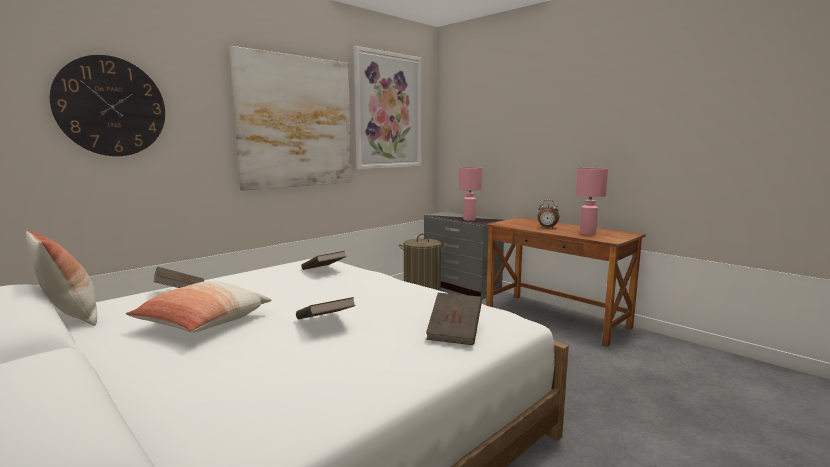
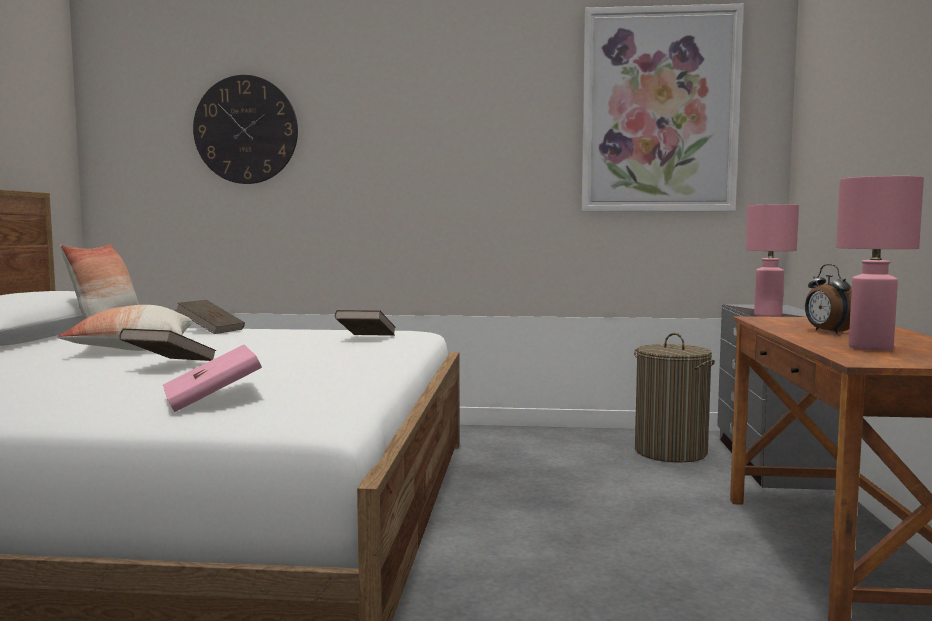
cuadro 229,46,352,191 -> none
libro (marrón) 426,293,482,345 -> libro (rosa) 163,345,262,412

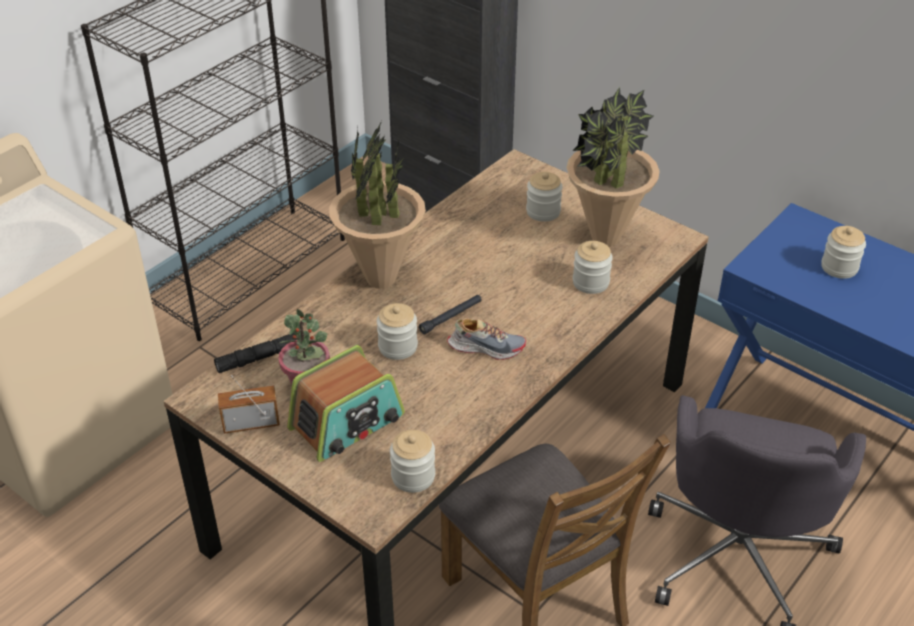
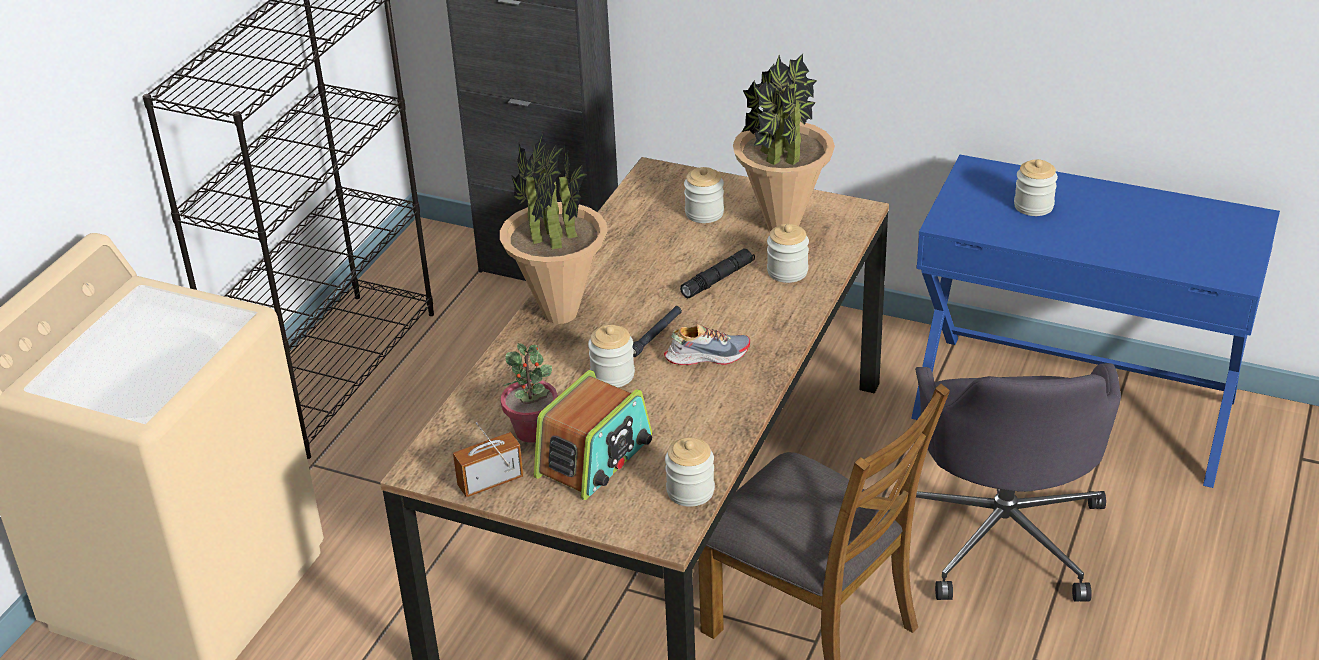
linterna (negro) 214,333,297,373 -> linterna (negro) 680,248,755,298, move

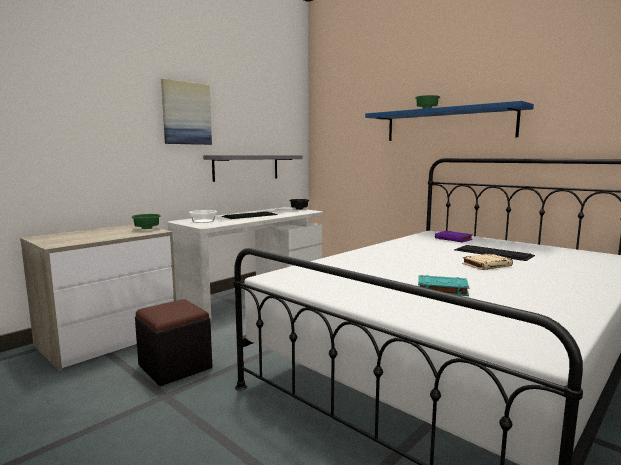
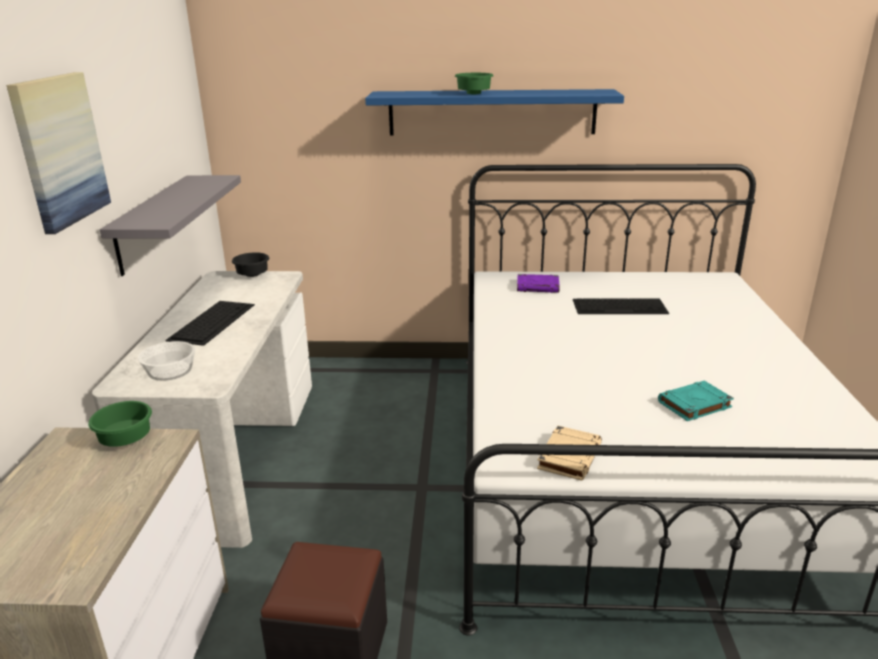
libro (beis) 462,254,513,270 -> libro (beis) 537,425,602,481, move

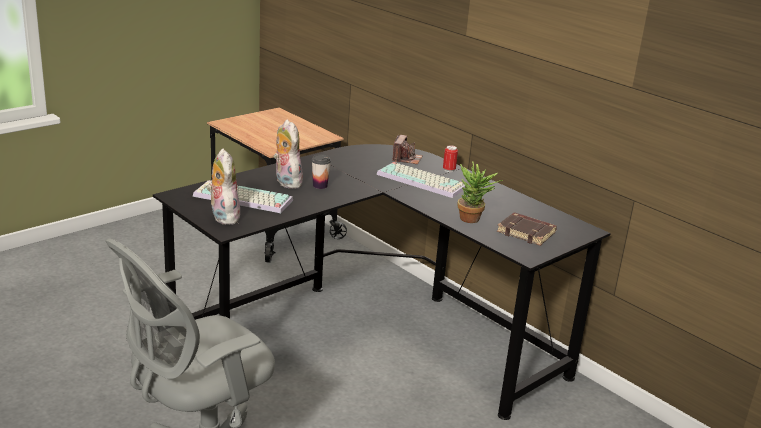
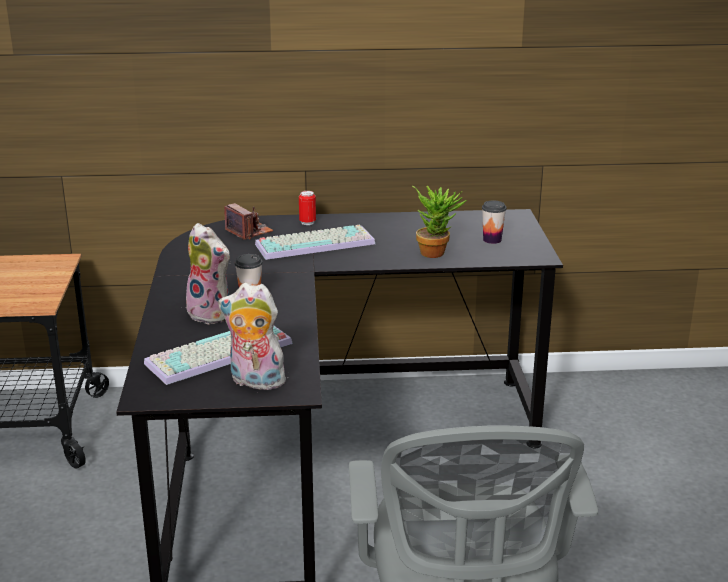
peluche 273,120,303,189 -> peluche 186,223,230,324, 150 degrees counterclockwise
libro (marrón) 497,212,557,246 -> taza 482,200,506,244

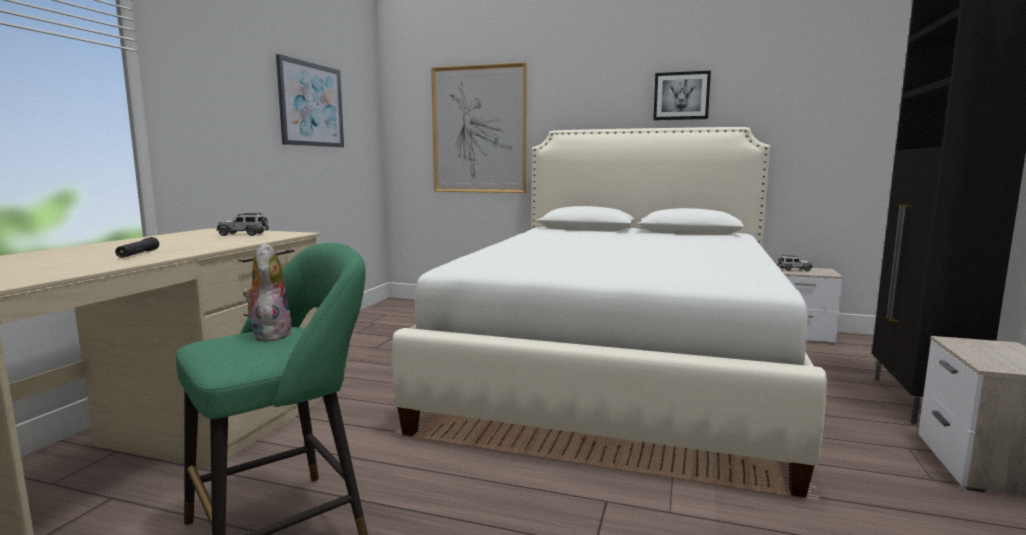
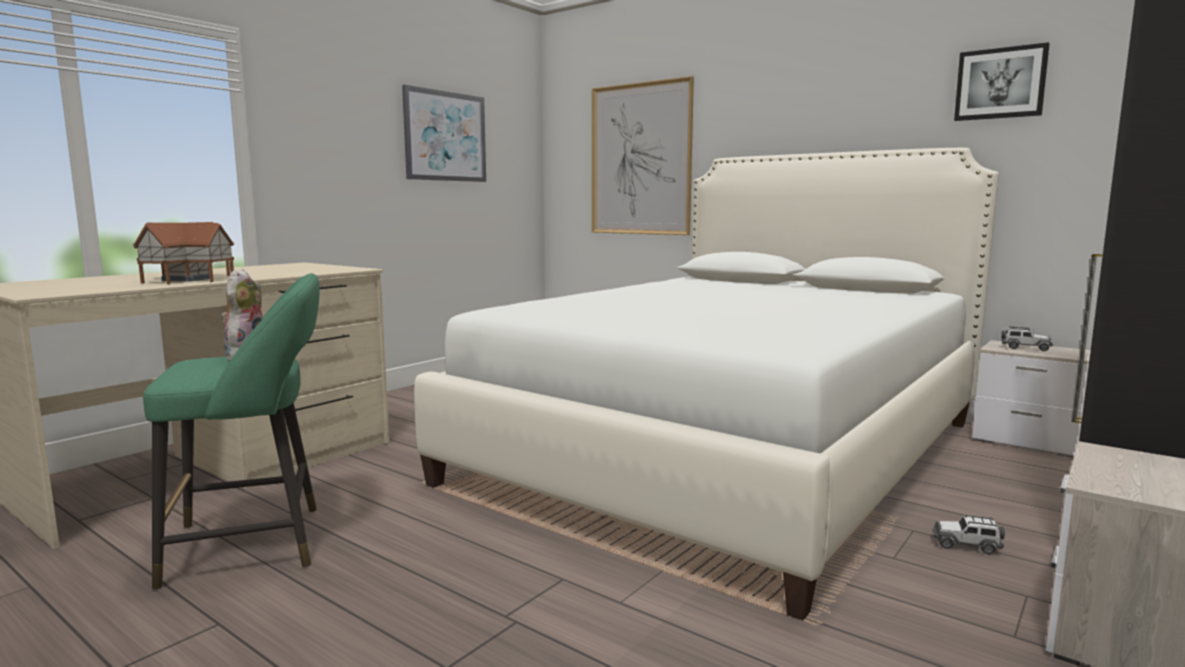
linterna (negro) 115,237,159,258 -> casita 133,222,234,284
coche de juguete 217,213,269,236 -> coche de juguete 932,515,1005,554, move
cuadro 653,71,711,120 -> cuadro 954,42,1050,121, move

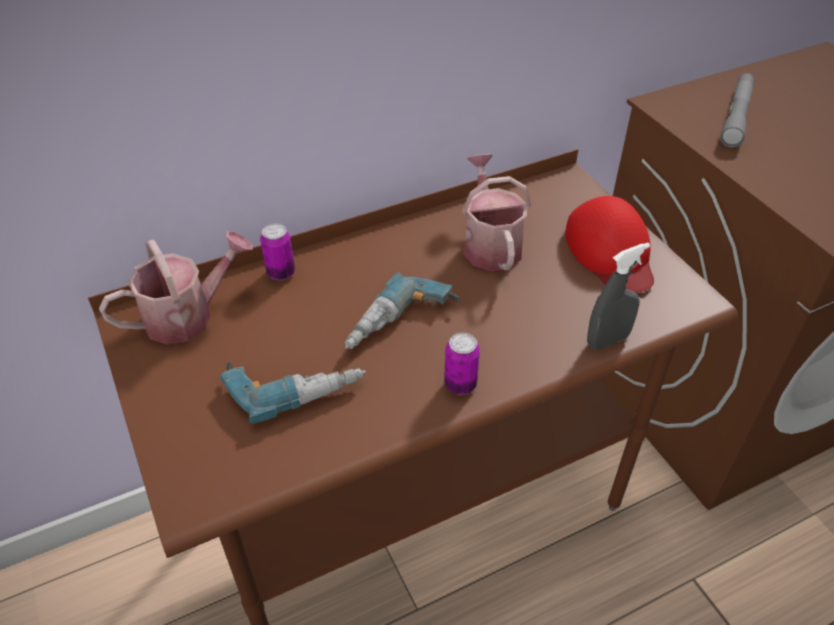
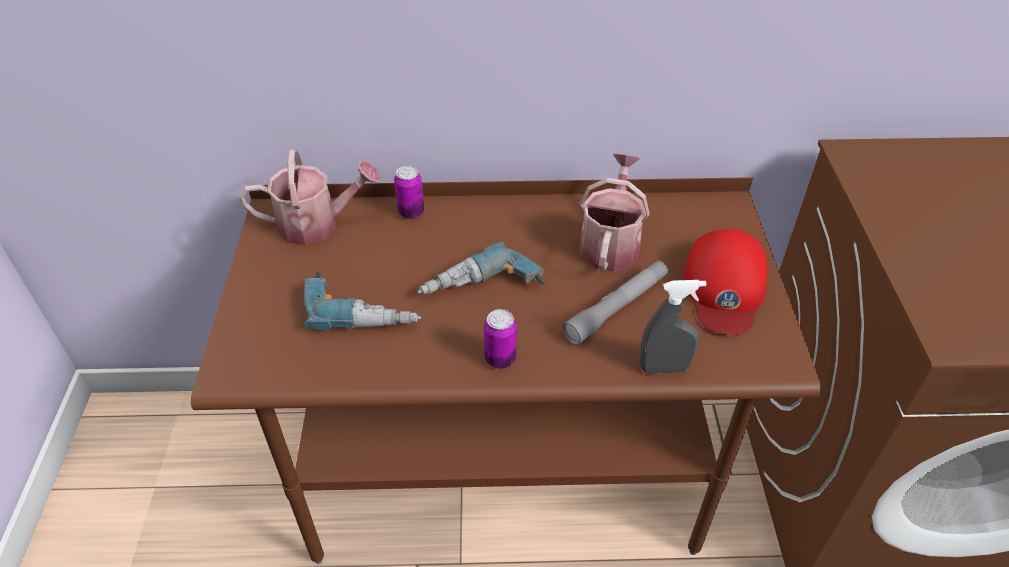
linterna (gris) 720,73,755,148 -> linterna (gris) 562,260,668,345, move

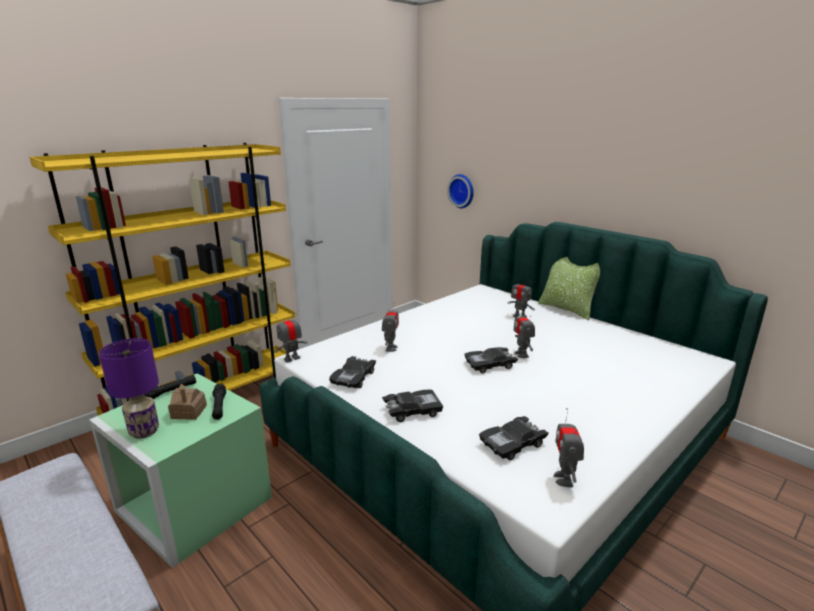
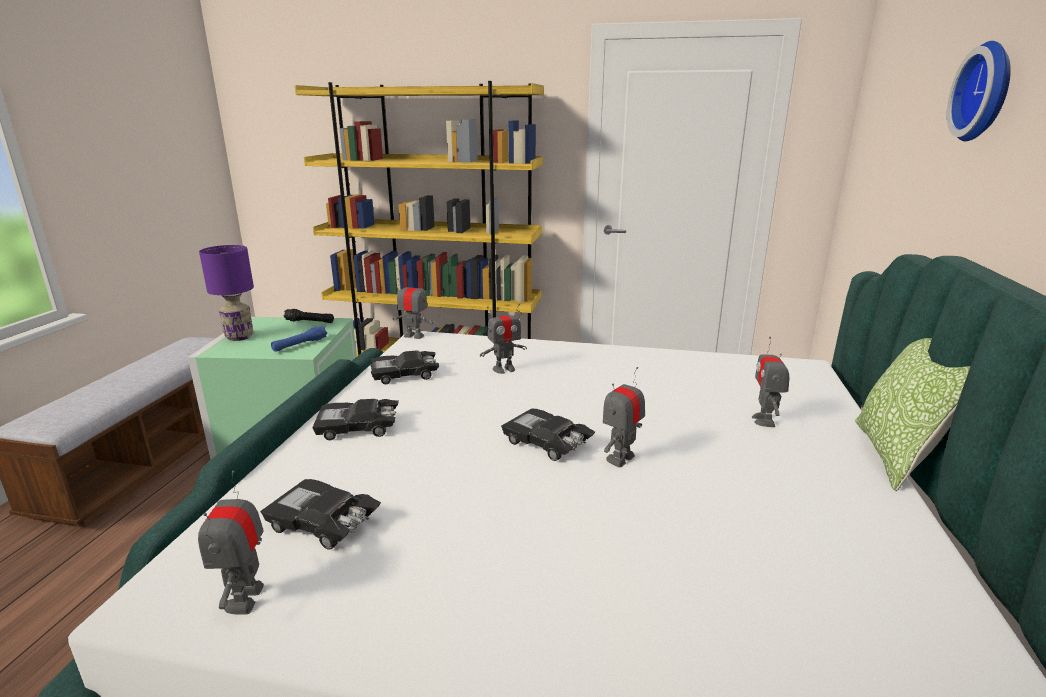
casita 168,384,207,420 -> none
linterna (negro) 212,383,226,420 -> linterna (azul) 271,326,327,352
coche de juguete (negro) 382,389,443,422 -> coche de juguete (negro) 312,399,399,440, 135 degrees clockwise
reloj de pared 447,174,474,208 -> reloj de pared 947,41,1011,141, move
robot de juguete 554,408,584,487 -> robot de juguete 198,471,264,615, 60 degrees counterclockwise

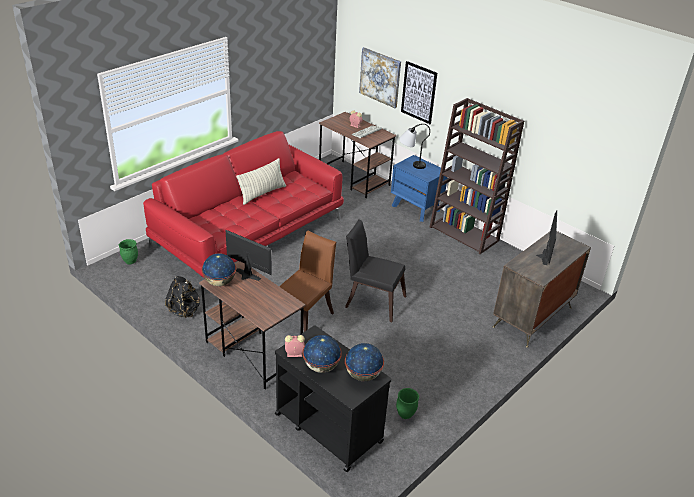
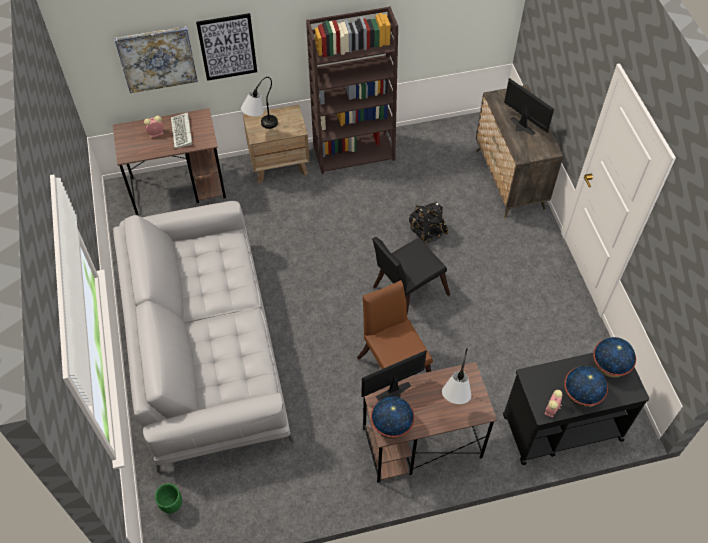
sofá (rojo) 143,131,344,293 -> sofá (gris) 113,201,294,473
mochila (negro) 165,276,200,318 -> mochila (negro) 409,202,448,244, move
cojín 236,158,286,205 -> none
mesita de noche (azul) 391,155,448,222 -> mesita de noche (marrón) 243,105,310,184
maceta (verde) 396,388,419,419 -> none
none -> lámpara de mesa 442,348,472,404

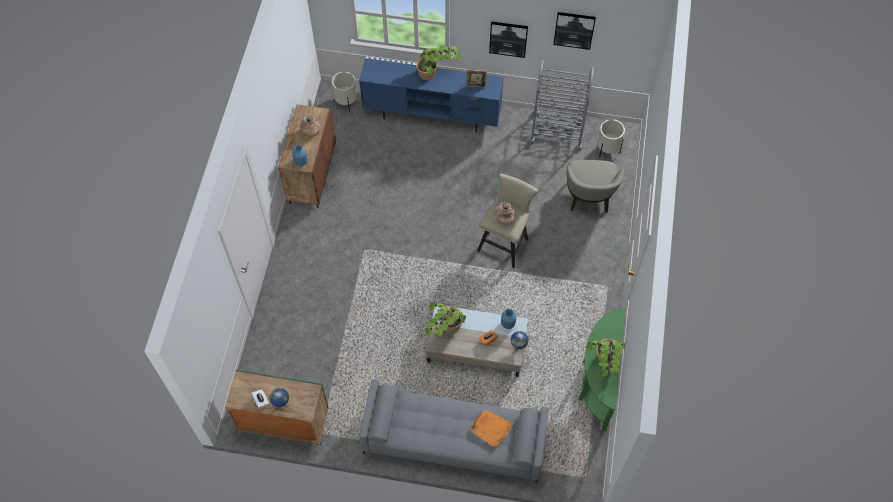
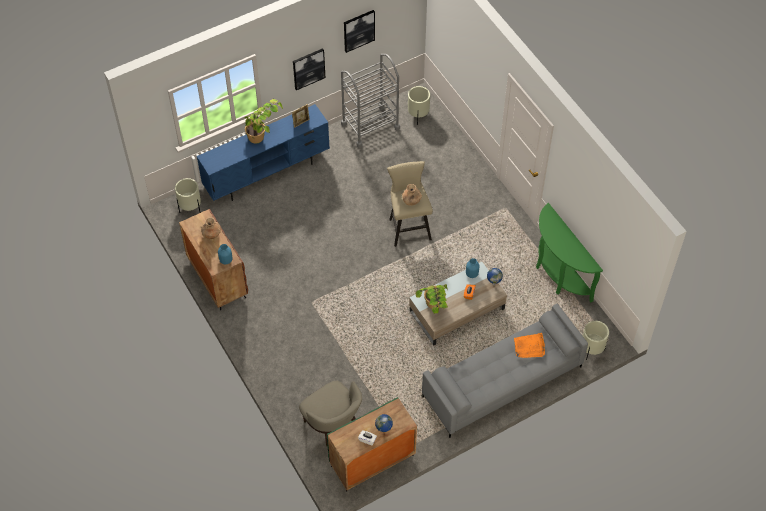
sillón (beis) 567,160,624,213 -> sillón (beis) 299,381,362,446, move
planta en maceta 586,339,625,377 -> none
none -> maceta (beis) 583,321,609,360

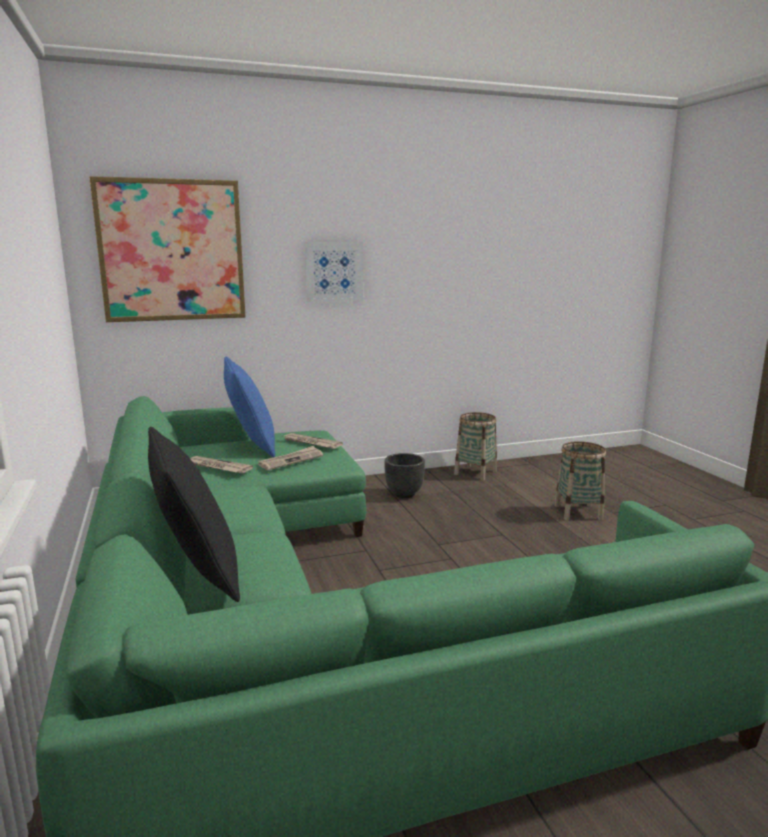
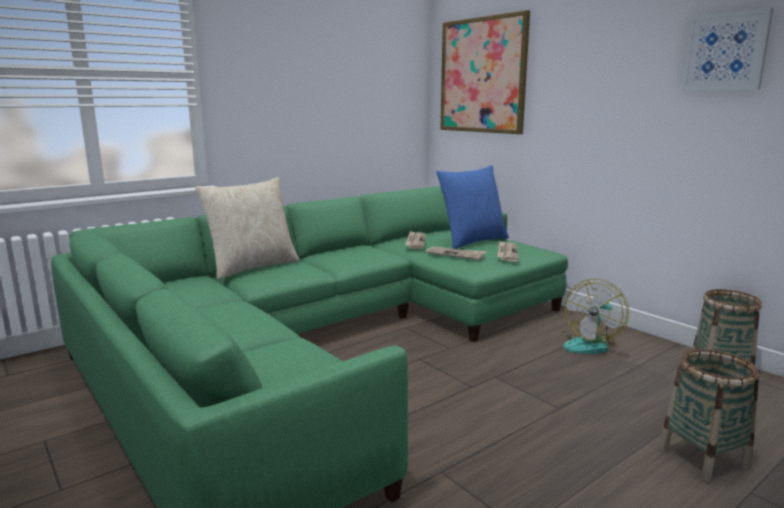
cojín (negro) 148,427,240,602 -> cojín (beis) 195,177,300,280
cuadro 305,242,363,303 -> cuadro 682,8,774,90, move
maceta (negro) 385,453,425,498 -> ventilador 561,279,629,354

